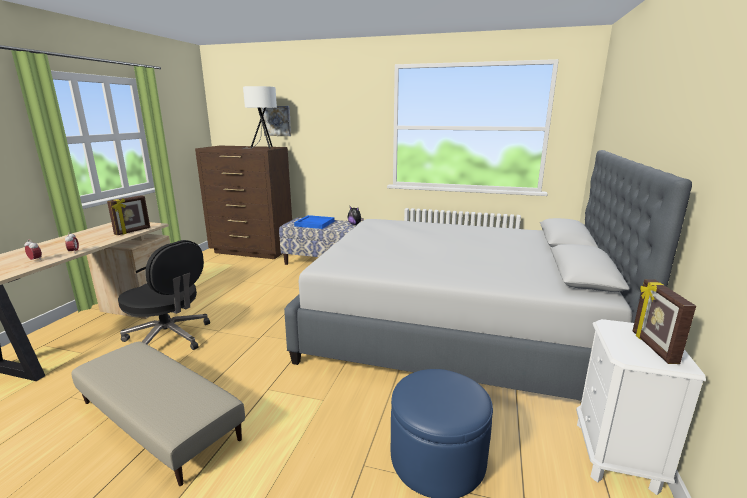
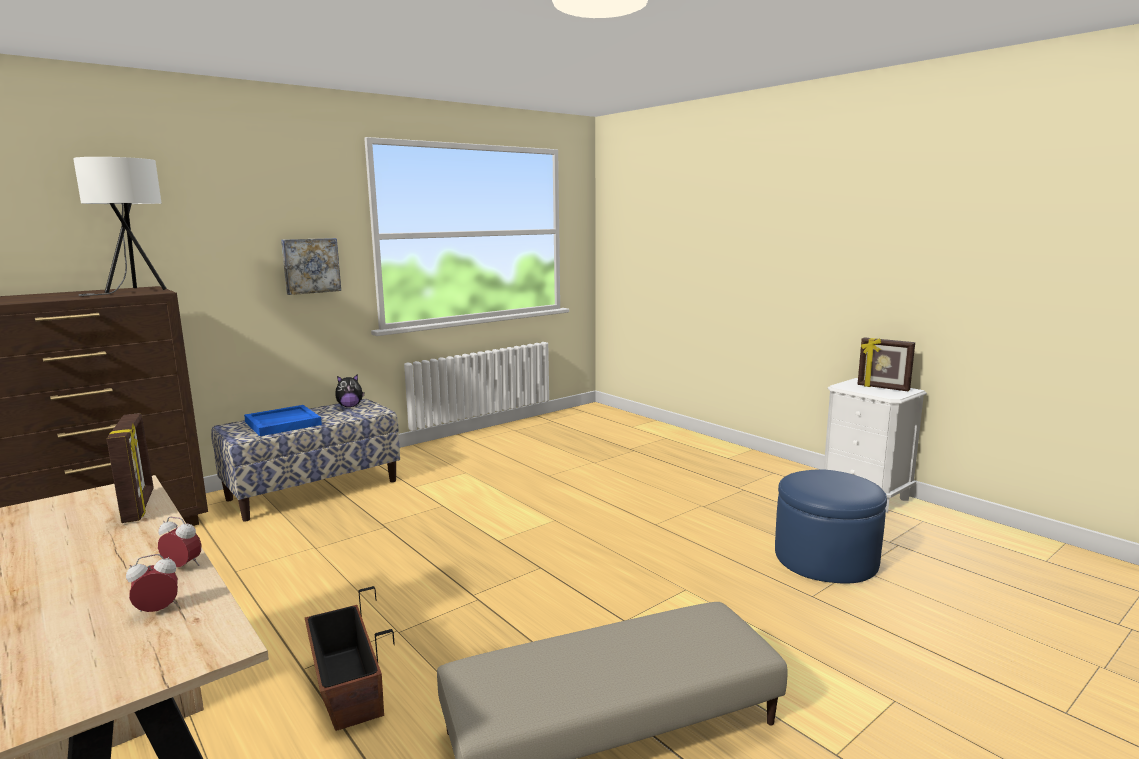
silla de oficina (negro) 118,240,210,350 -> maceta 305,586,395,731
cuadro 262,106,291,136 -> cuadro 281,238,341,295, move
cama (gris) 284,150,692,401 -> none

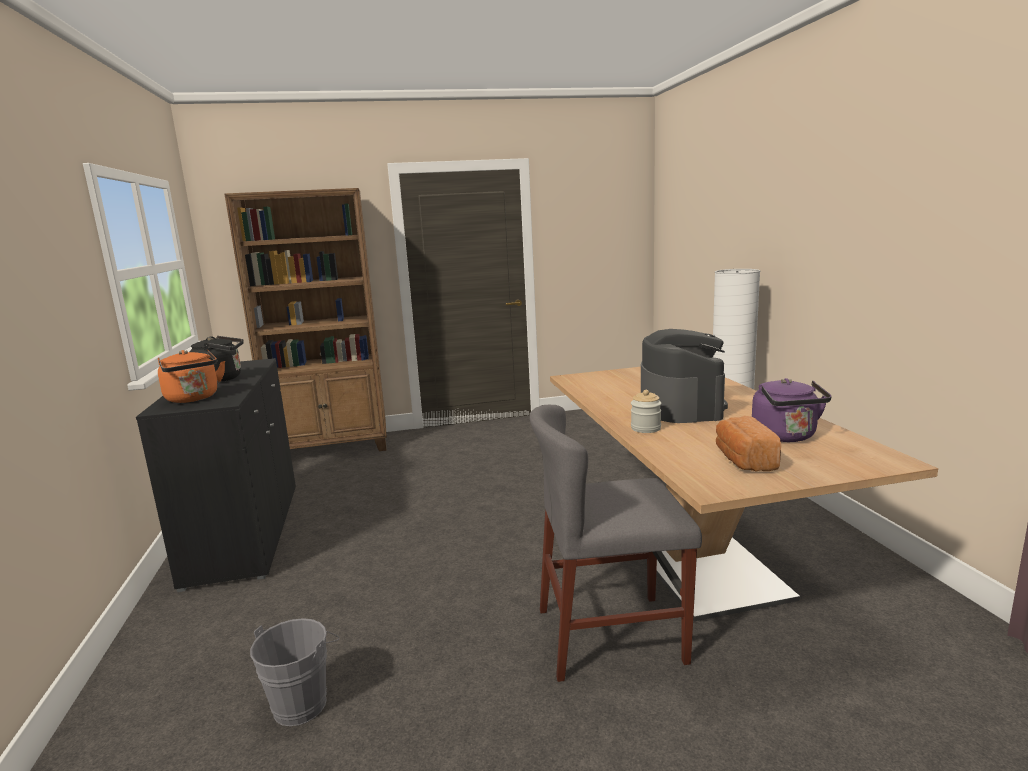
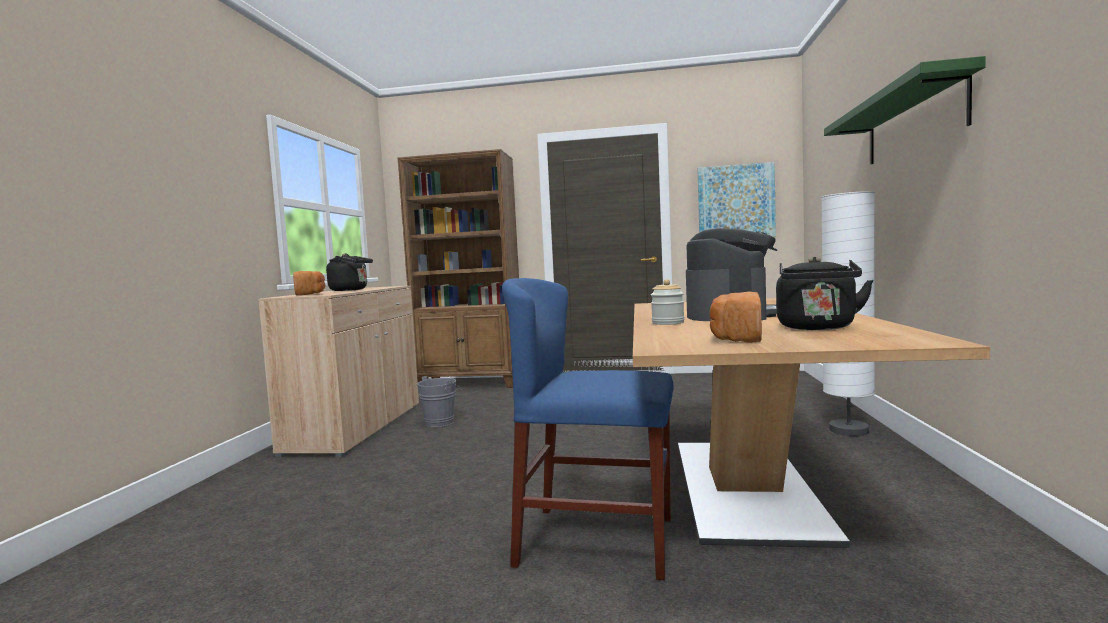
armario (negro) 136,358,296,592 -> armario (beis) 258,286,419,457
hervidor (naranja) 158,350,225,403 -> pan 293,271,325,295
cubo (gris) 250,618,340,726 -> cubo (gris) 417,376,464,427, move
silla (gris) 530,405,702,682 -> silla (azul) 502,278,674,580
hervidor (morado) 752,378,831,442 -> hervidor (negro) 776,257,874,330
none -> cuadro 697,162,776,237
none -> estante (verde) 824,56,986,164

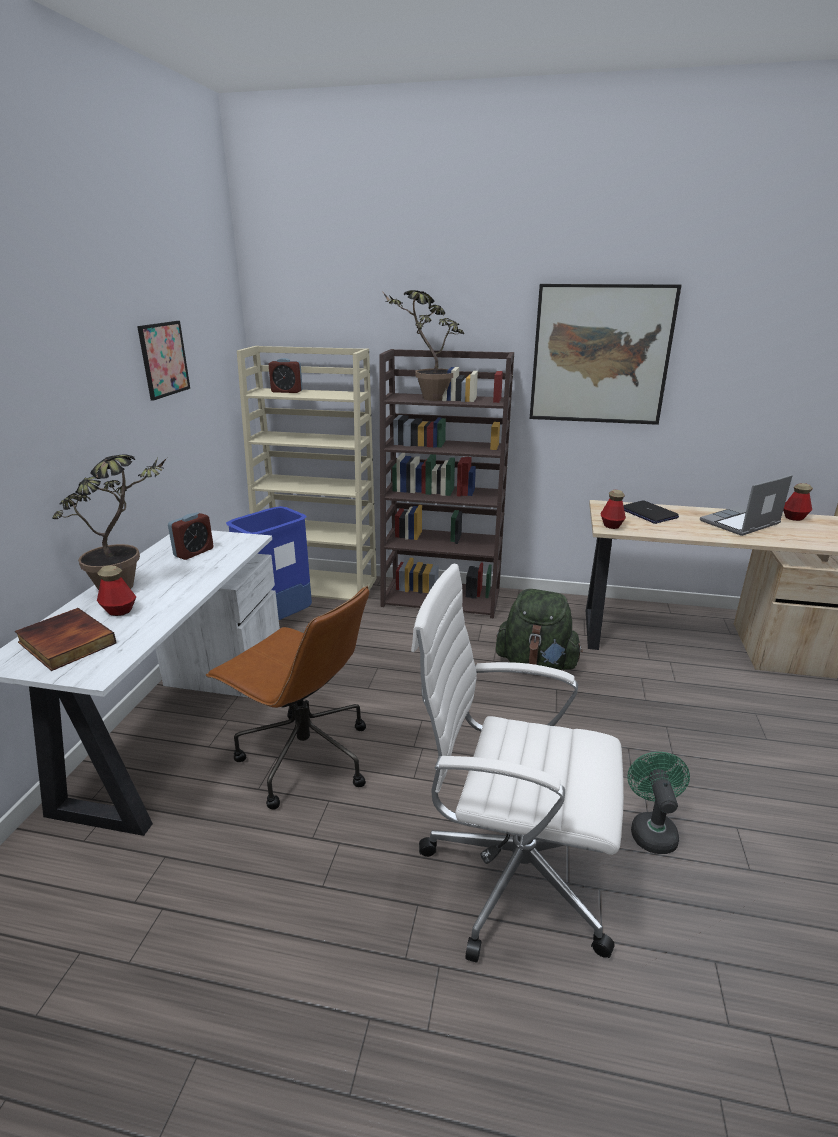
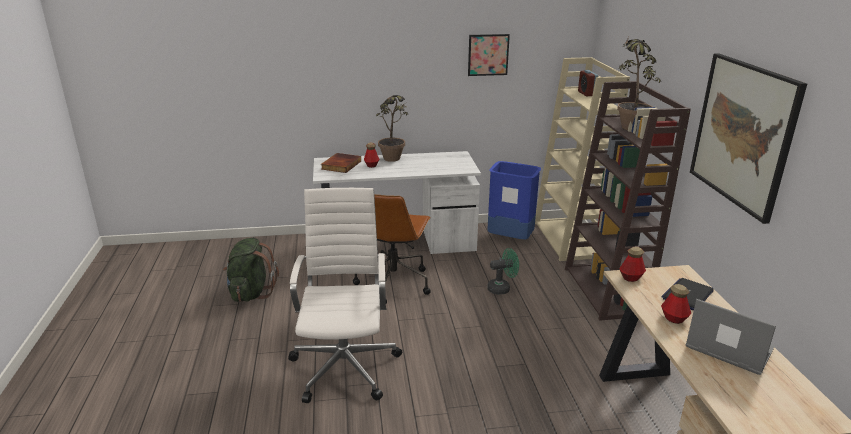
despertador 168,512,214,560 -> none
mochila (verde) 496,589,583,670 -> mochila (verde) 223,238,279,302, move
ventilador (verde) 627,752,690,854 -> ventilador (verde) 487,248,519,295, move
botella 783,483,813,521 -> botella 661,284,691,324, move

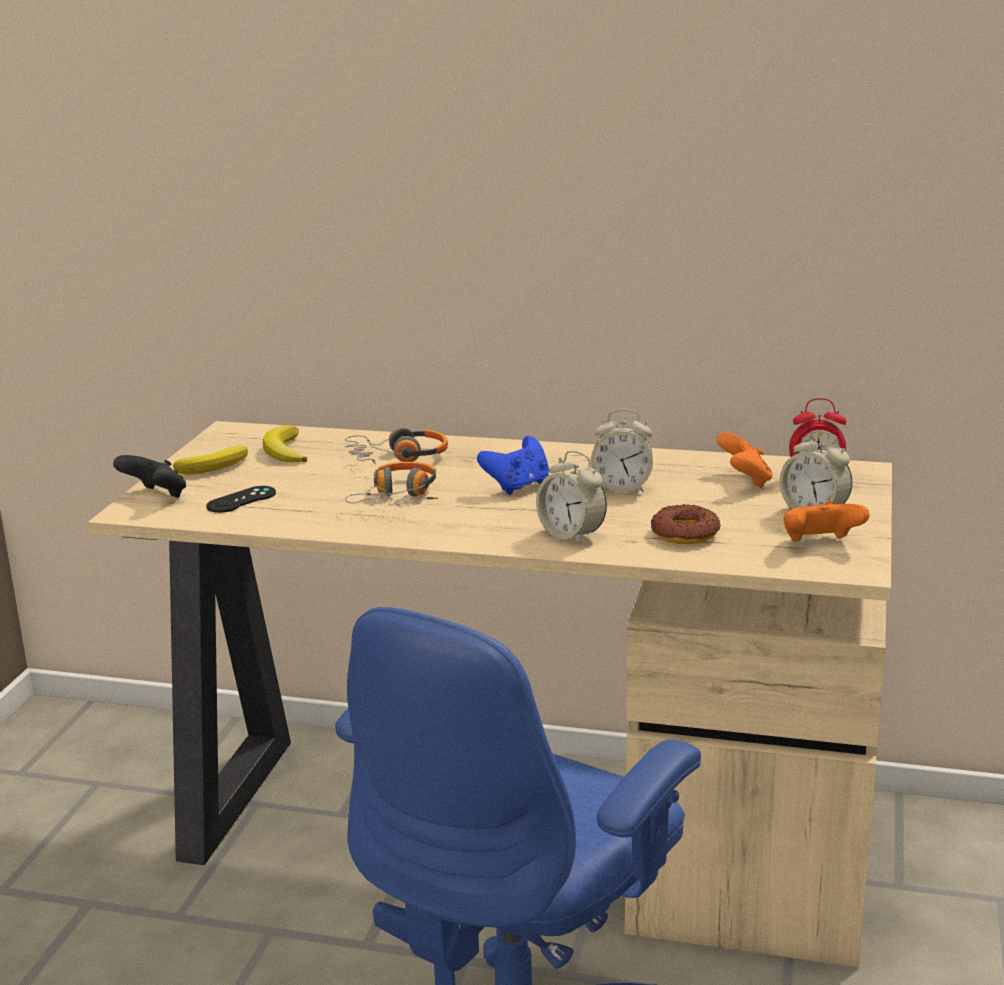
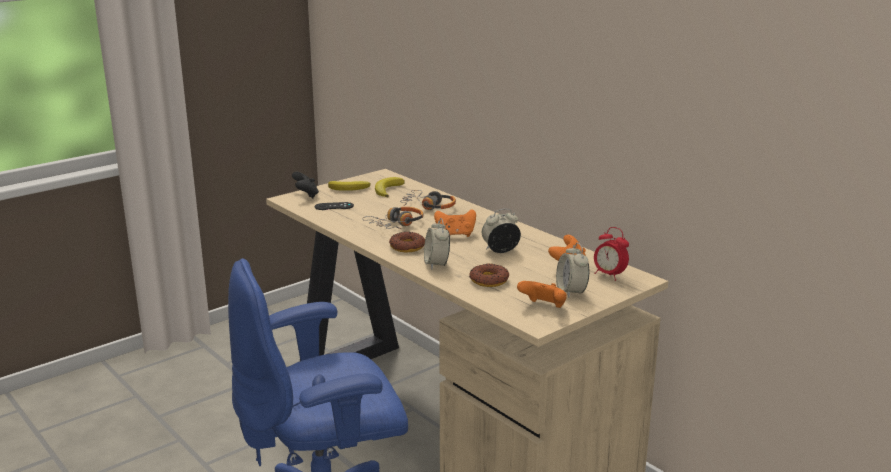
mando de consola (azul) 477,436,549,495 -> mando de consola (naranja) 434,209,476,237
despertador 591,409,653,493 -> despertador 482,208,521,253, 120 degrees clockwise
none -> rosquilla 389,232,425,252

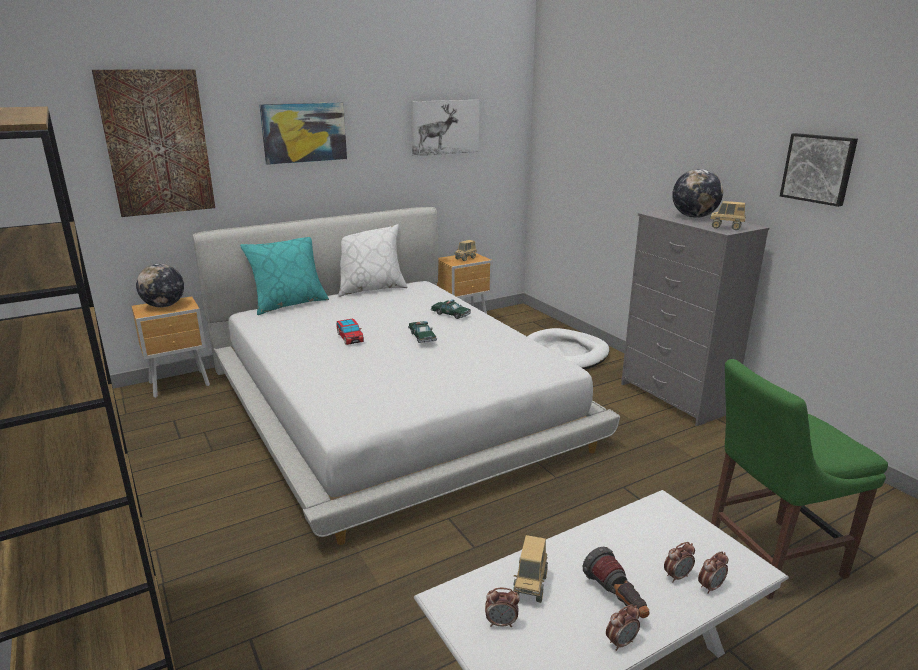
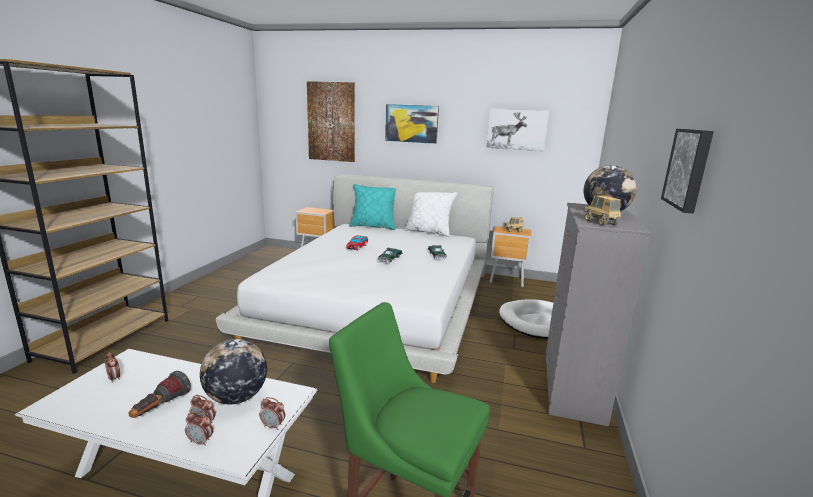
globo terráqueo 136,264,184,307 -> globo terráqueo 200,339,267,404, move
camión de juguete 513,535,548,603 -> none
despertador 606,604,640,651 -> despertador 260,397,285,430, move

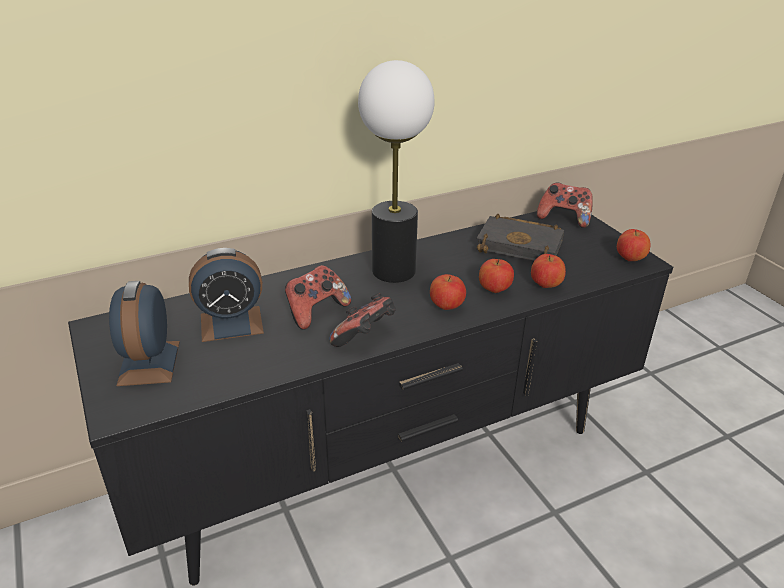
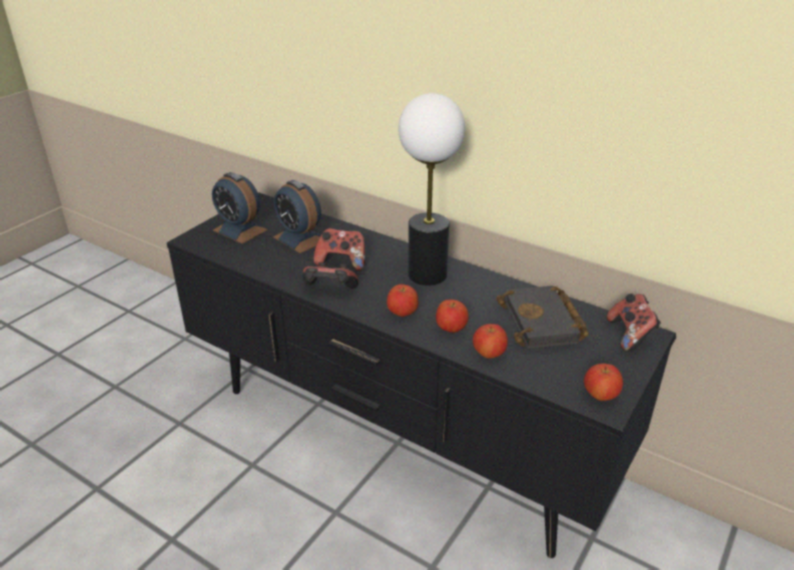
despertador 109,281,180,386 -> despertador 212,172,268,244, 105 degrees counterclockwise

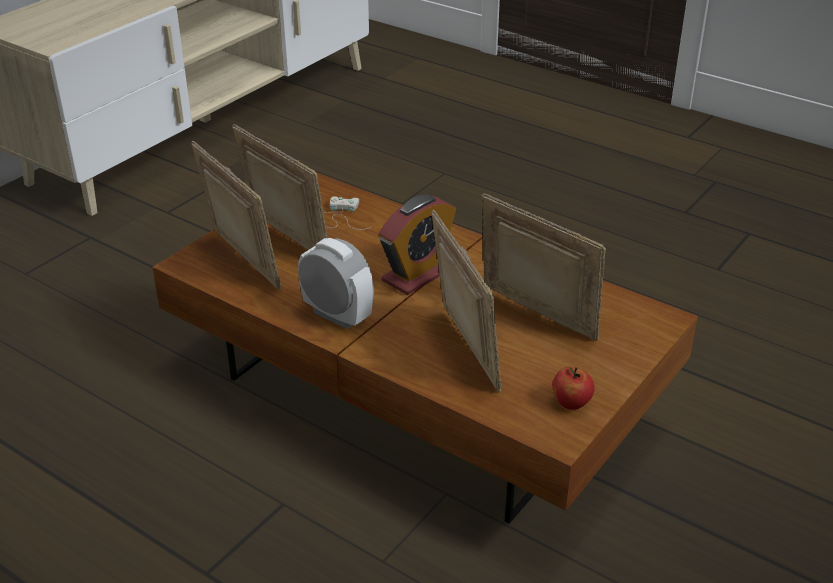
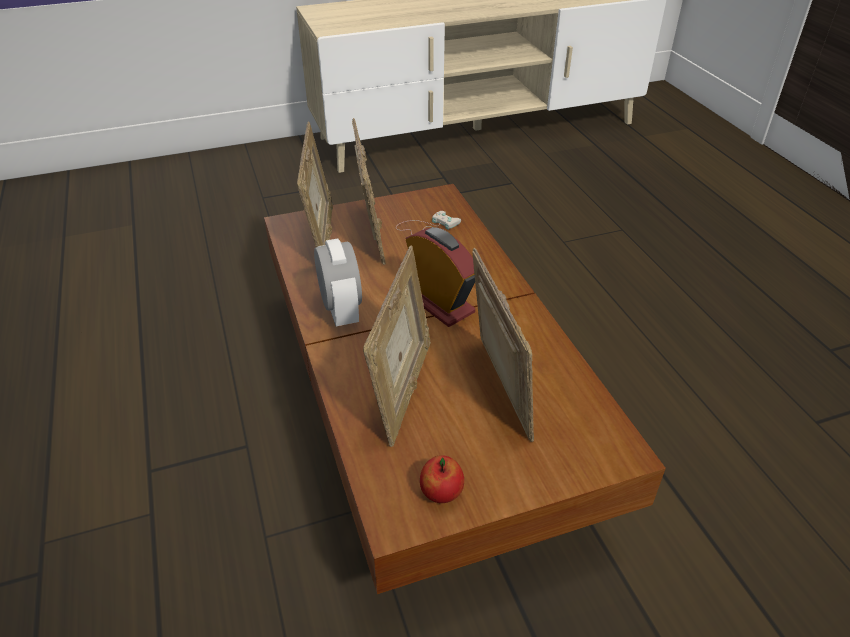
despertador 379,194,456,295 -> despertador 406,227,475,327, 120 degrees counterclockwise

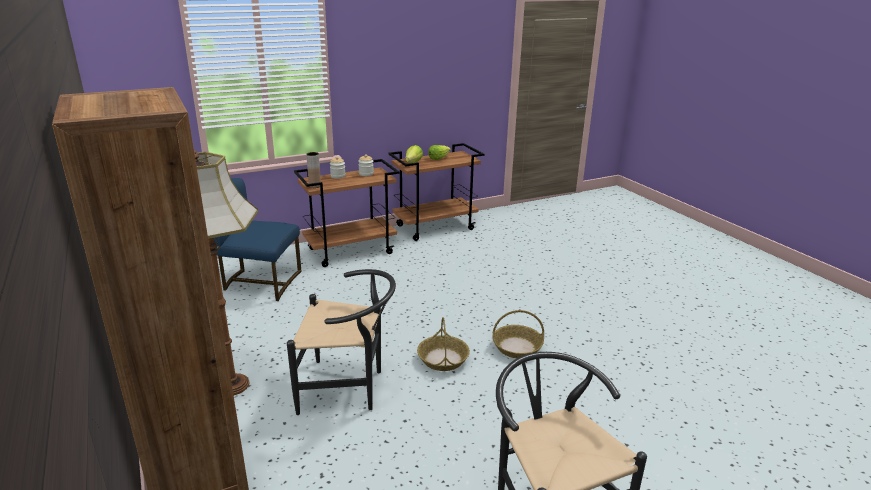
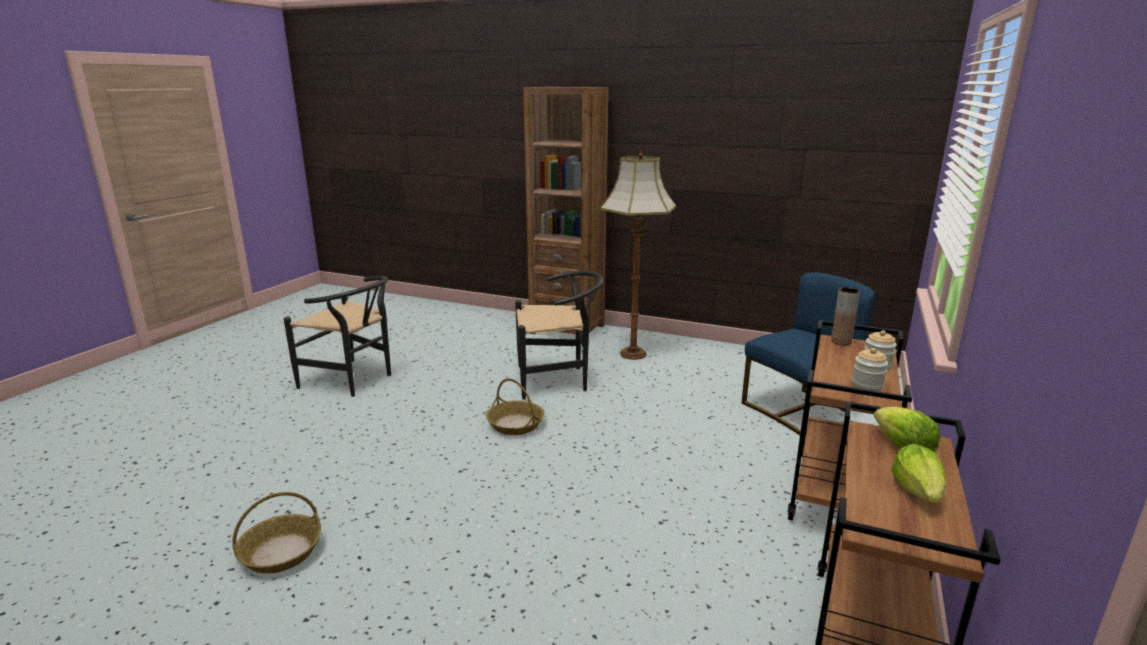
silla (negro) 287,269,396,415 -> silla (negro) 515,271,603,400, 150 degrees counterclockwise
cesta 492,310,544,358 -> cesta 232,492,321,574, move

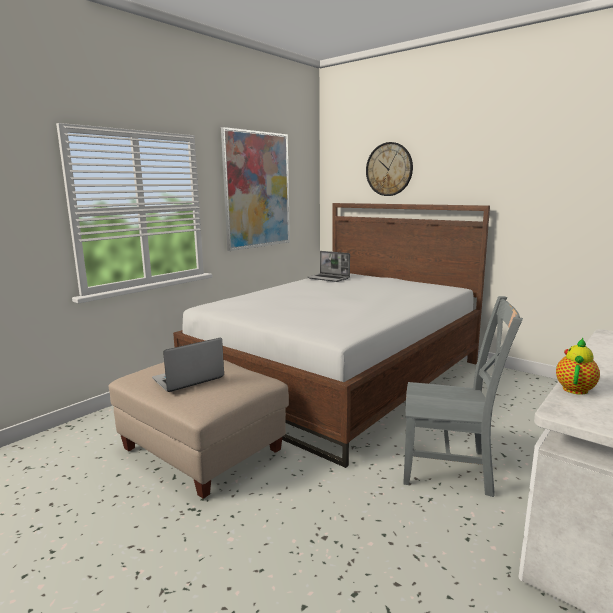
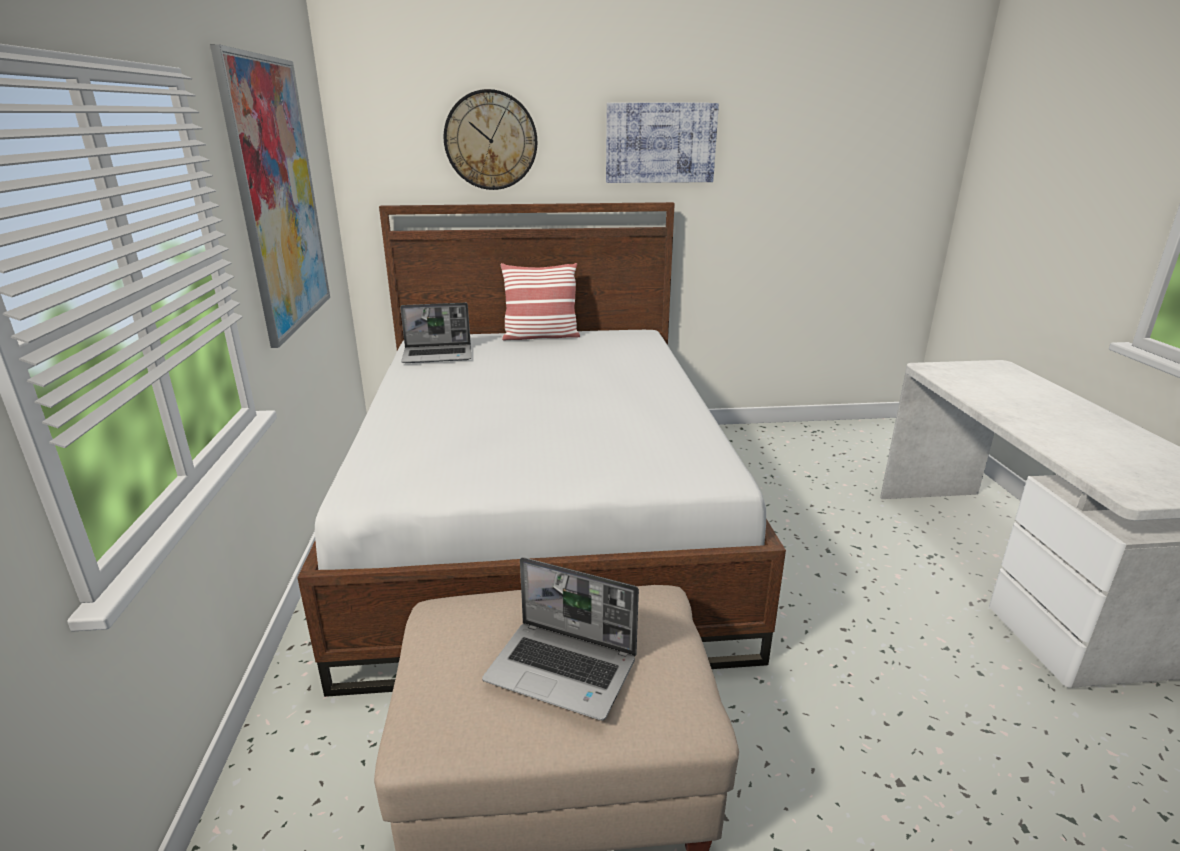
portátil 152,338,224,392 -> portátil 482,557,639,721, 75 degrees counterclockwise
silla (gris) 403,296,523,497 -> none
tetera 556,338,600,395 -> none
none -> cojín 501,263,580,341
none -> cuadro 606,103,719,183

